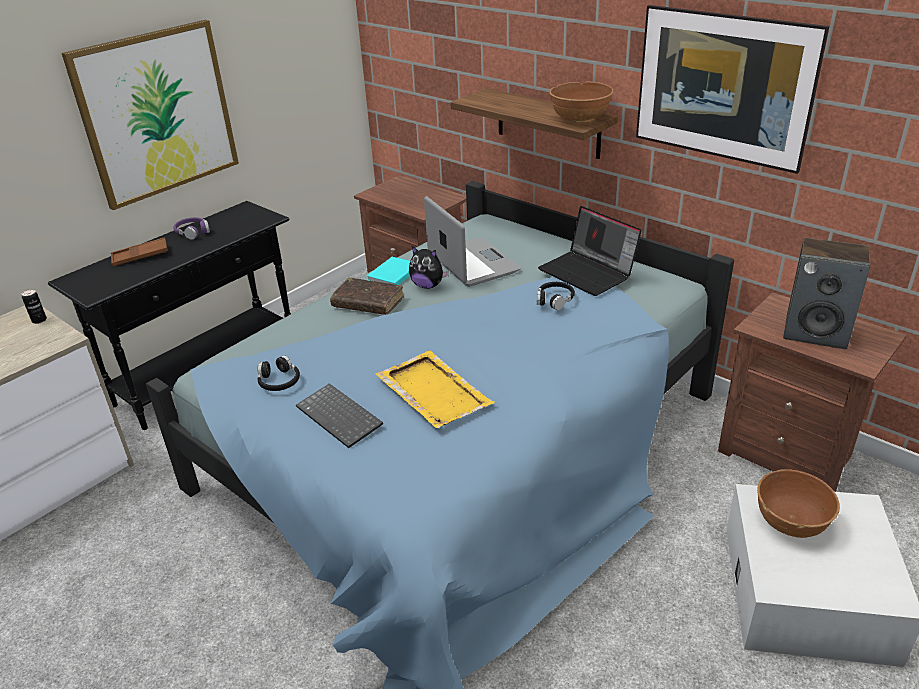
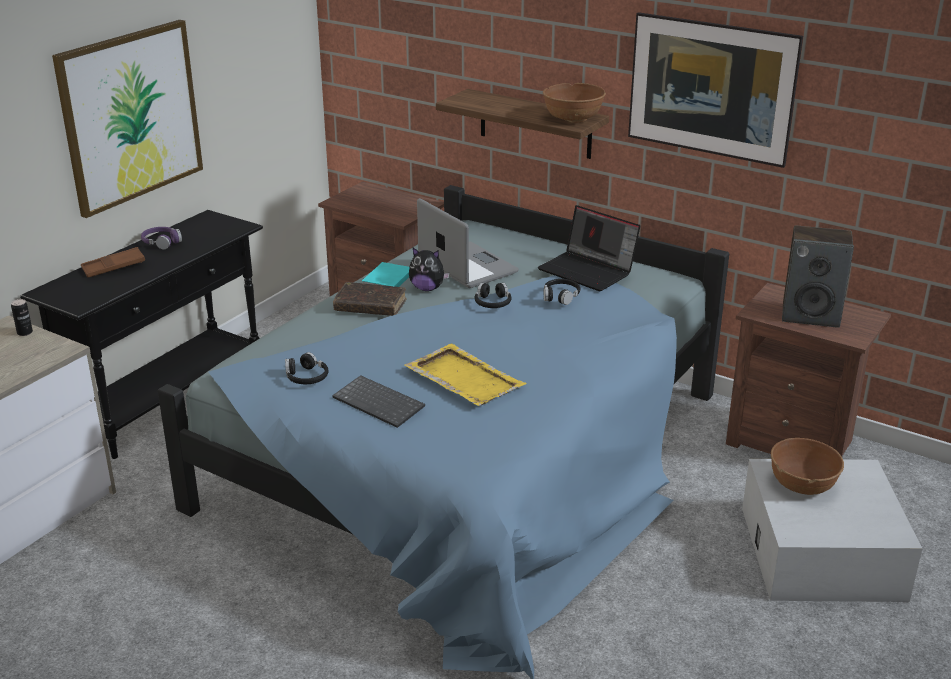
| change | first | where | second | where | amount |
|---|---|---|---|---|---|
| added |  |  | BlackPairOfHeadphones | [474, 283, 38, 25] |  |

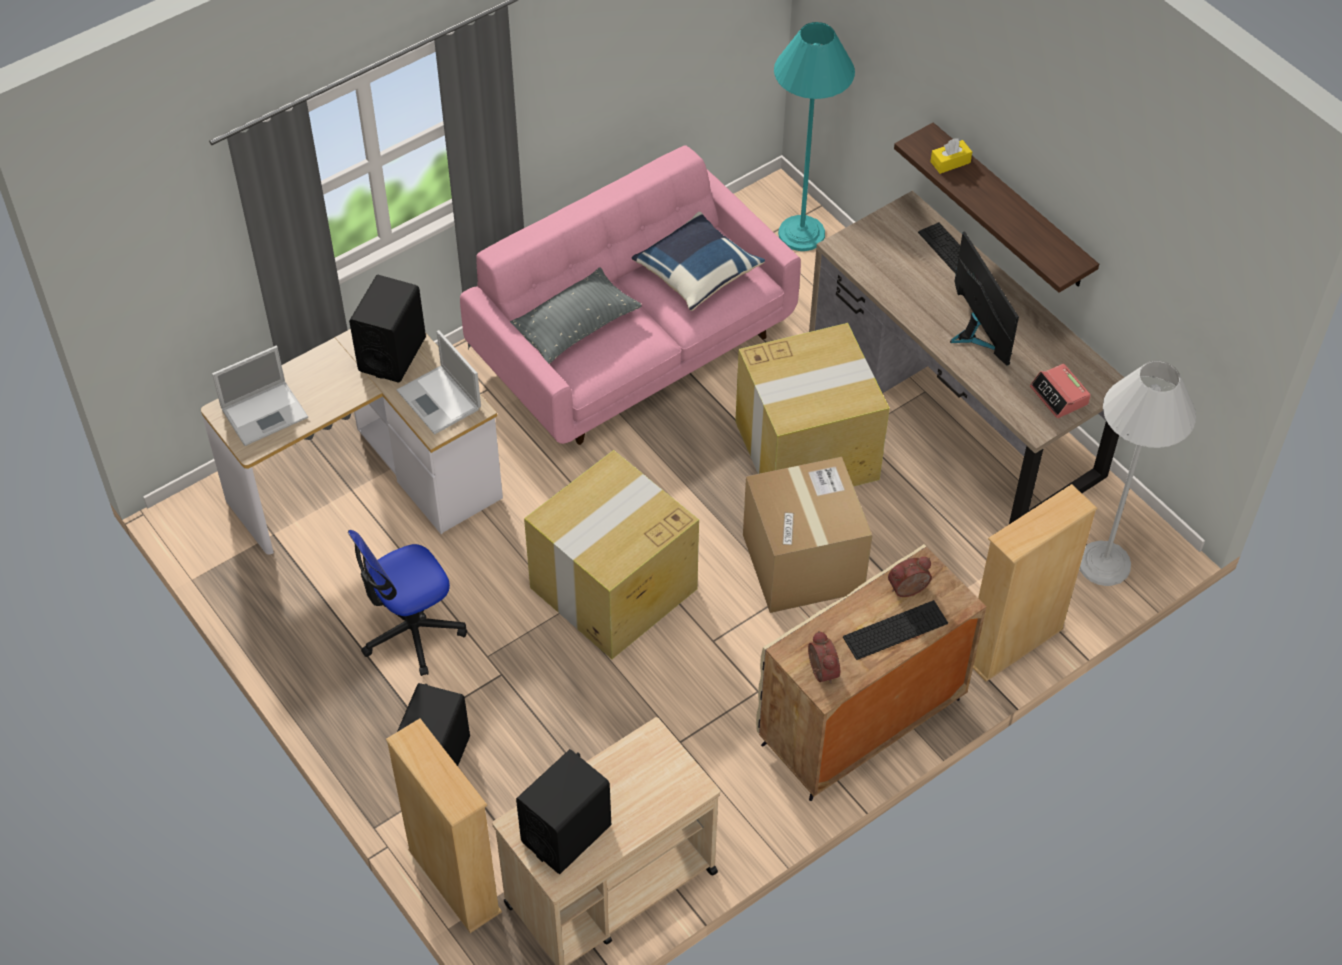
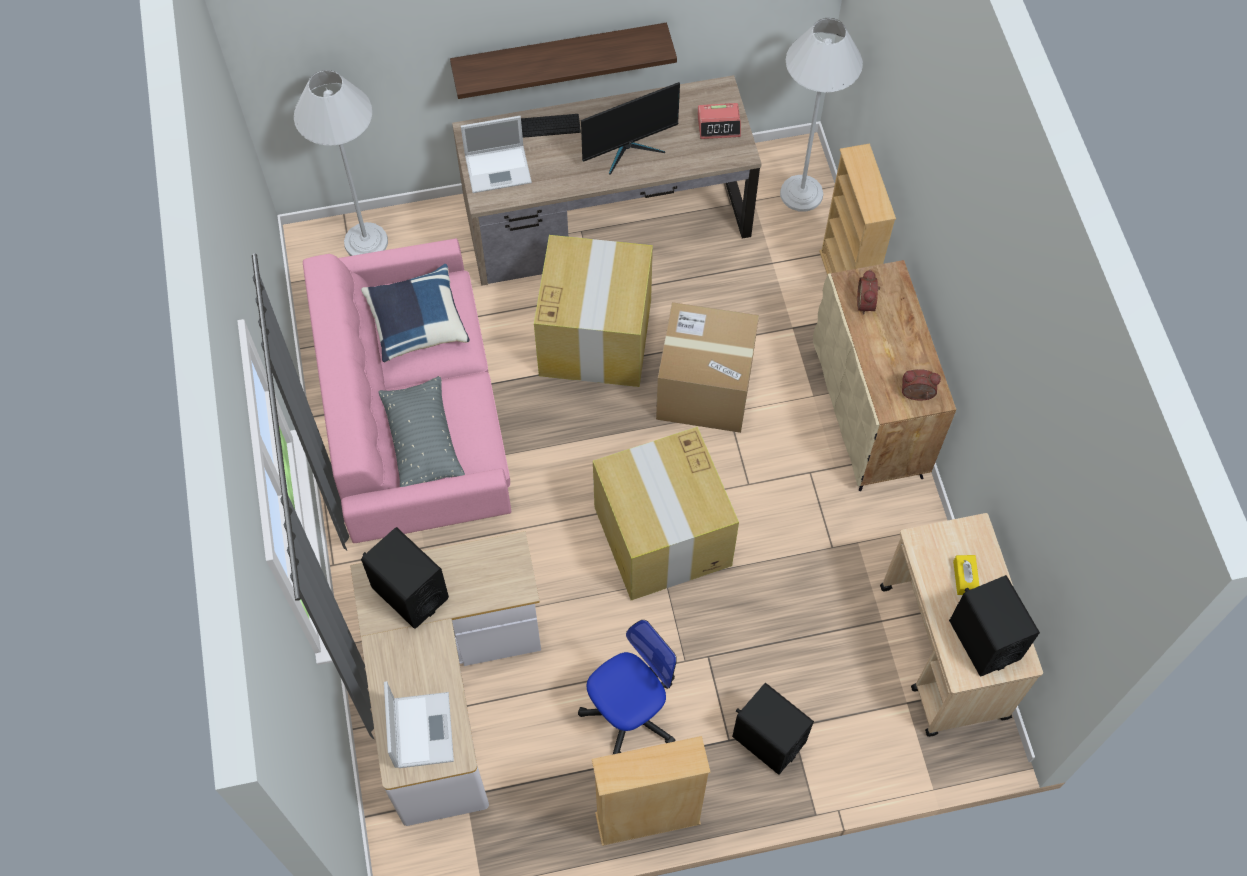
| change | first | where | second | where | amount |
|---|---|---|---|---|---|
| recoloured | TurquoiseStandingLamp | [774, 22, 81, 229] | WhiteColouredStandingLamp | [294, 70, 94, 186] |  |
| moved | NotebookComputer | [397, 330, 84, 104] |  | [461, 116, 71, 77] |  |
| turned | DeskChair | [348, 530, 119, 146] |  | [578, 620, 99, 134] | 120 degrees counterclockwise |
| turned | ComputerScreen | [950, 231, 69, 135] |  | [581, 82, 99, 93] | 150 degrees clockwise |
| moved | BeigeBookshelf | [386, 718, 116, 215] |  | [592, 736, 119, 110] |  |
| moved | YellowishTissueBox | [930, 138, 42, 36] |  | [953, 555, 26, 40] |  |
| removed | ComputerKeyboard | [843, 600, 105, 60] |  |  |  |

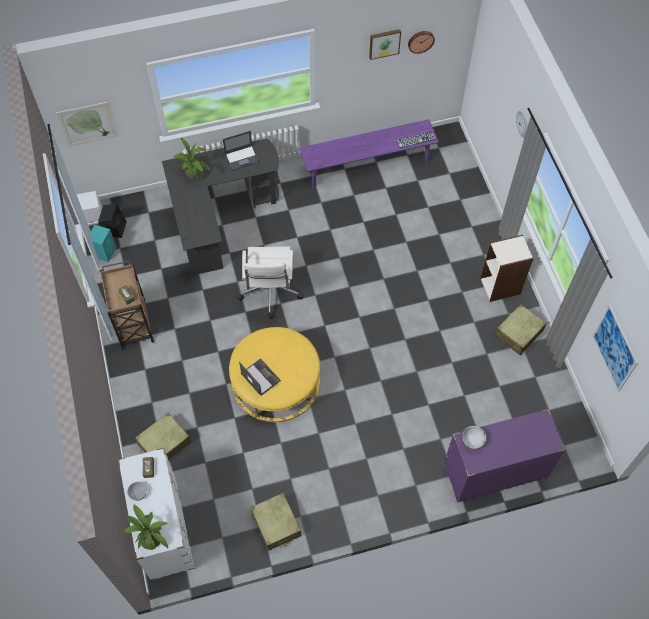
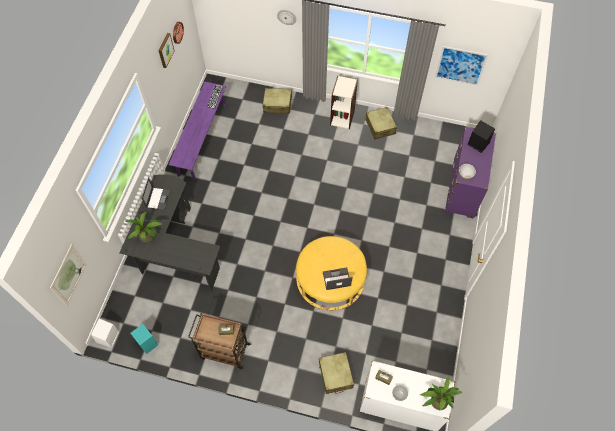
| change | first | where | second | where | amount |
|---|---|---|---|---|---|
| moved | BeigeSuitcase | [250, 493, 52, 58] |  | [263, 88, 30, 26] |  |
| moved | BlackLoudspeaker | [98, 203, 29, 35] |  | [467, 120, 28, 33] |  |
| removed | WhiteColouredDeskChair | [238, 246, 65, 73] |  |  |  |

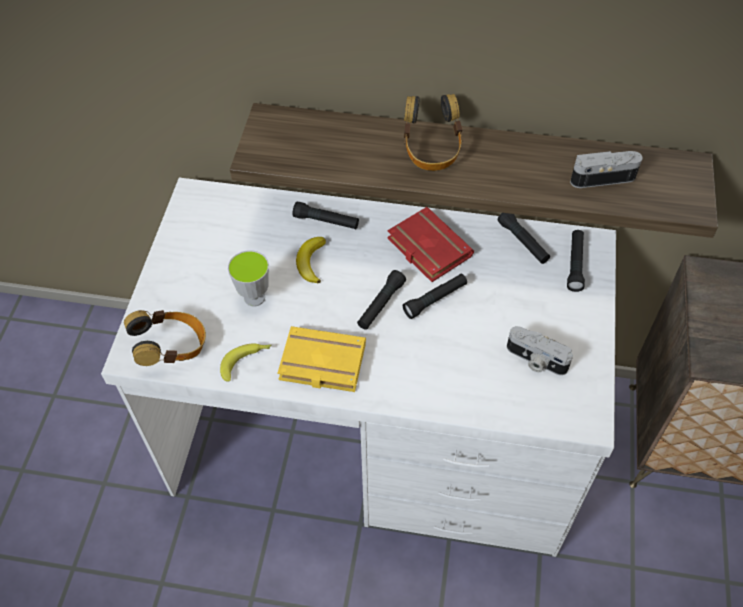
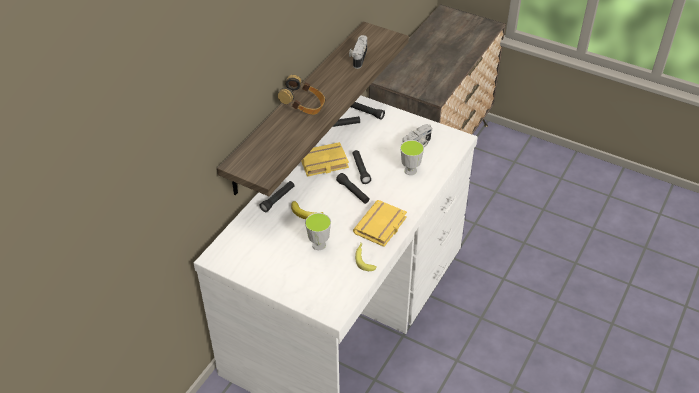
| change | first | where | second | where | amount |
|---|---|---|---|---|---|
| recoloured | ReddishBook | [387, 207, 87, 75] | YellowishBook | [301, 142, 48, 35] |  |
| added |  |  | DrinkingCup | [400, 140, 24, 35] |  |
| removed | PairOfHeadphones | [124, 310, 82, 56] |  |  |  |

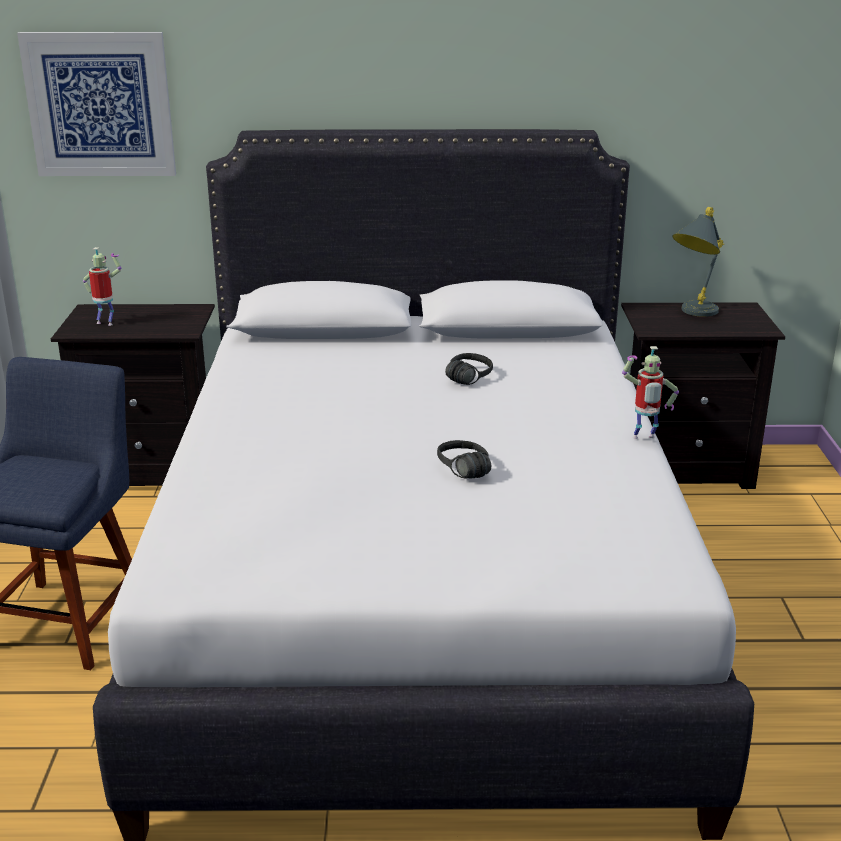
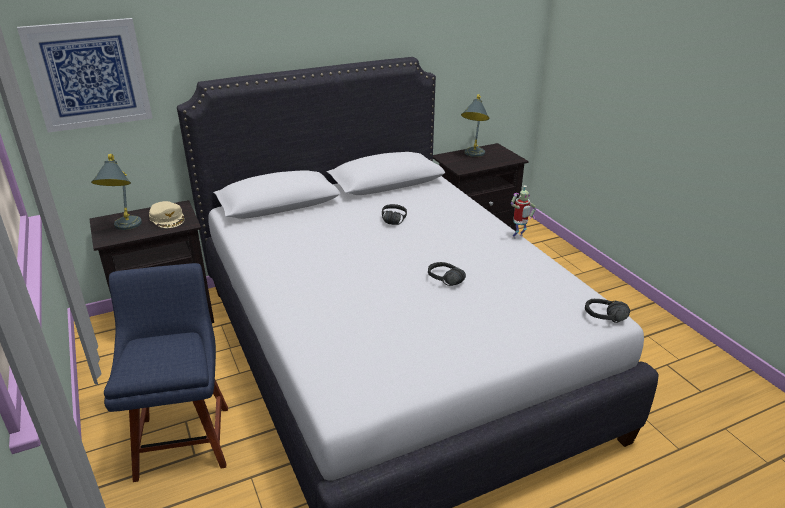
| change | first | where | second | where | amount |
|---|---|---|---|---|---|
| replaced | RobotFigure | [83, 247, 38, 79] | GreyishTabletopLamp | [91, 154, 51, 76] |  |
| added |  |  | BeigePeakedCap | [149, 201, 35, 27] |  |
| added |  |  | BlackPairOfHeadphones | [585, 299, 45, 24] |  |

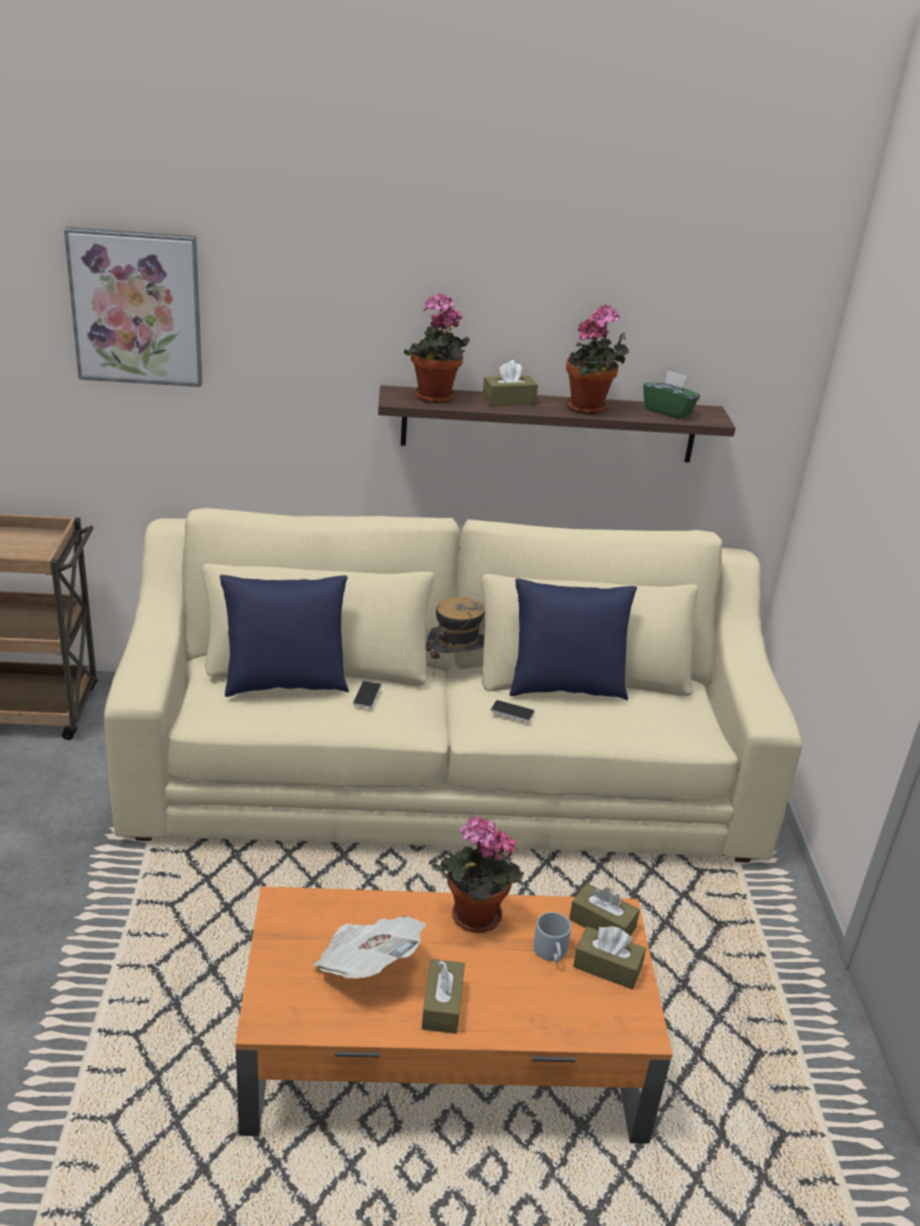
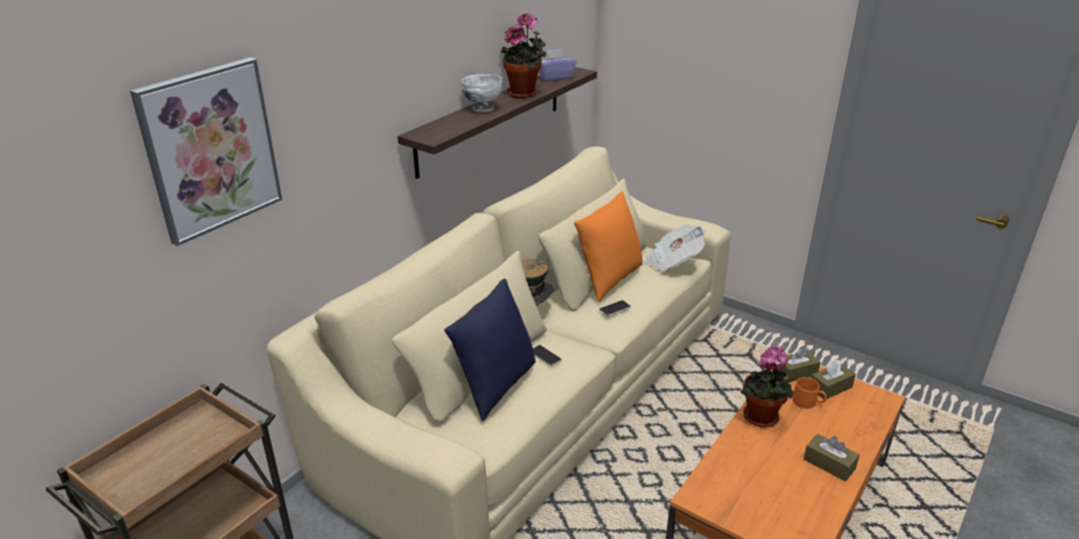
| change | first | where | second | where | amount |
|---|---|---|---|---|---|
| replaced | BrownishTissueBox | [482, 360, 56, 46] | WhiteColouredDeepDish | [462, 74, 40, 39] |  |
| recoloured | GreenTissueBox | [643, 370, 57, 49] | PurpleColouredTissueBox | [539, 49, 37, 32] |  |
| recoloured | BlueCushion | [509, 578, 128, 122] | OrangeCushion | [574, 192, 68, 110] |  |
| moved | PrintedPaper | [313, 916, 113, 63] |  | [643, 225, 63, 47] |  |
| recoloured | GreyishMug | [533, 912, 38, 51] | OrangeMug | [793, 377, 34, 32] |  |
| removed | Houseplant | [404, 293, 66, 110] |  |  |  |

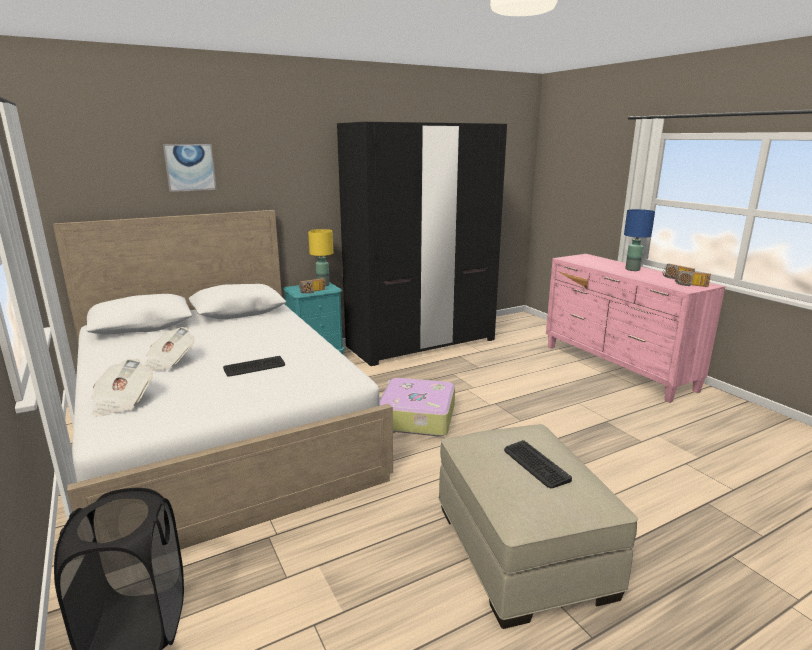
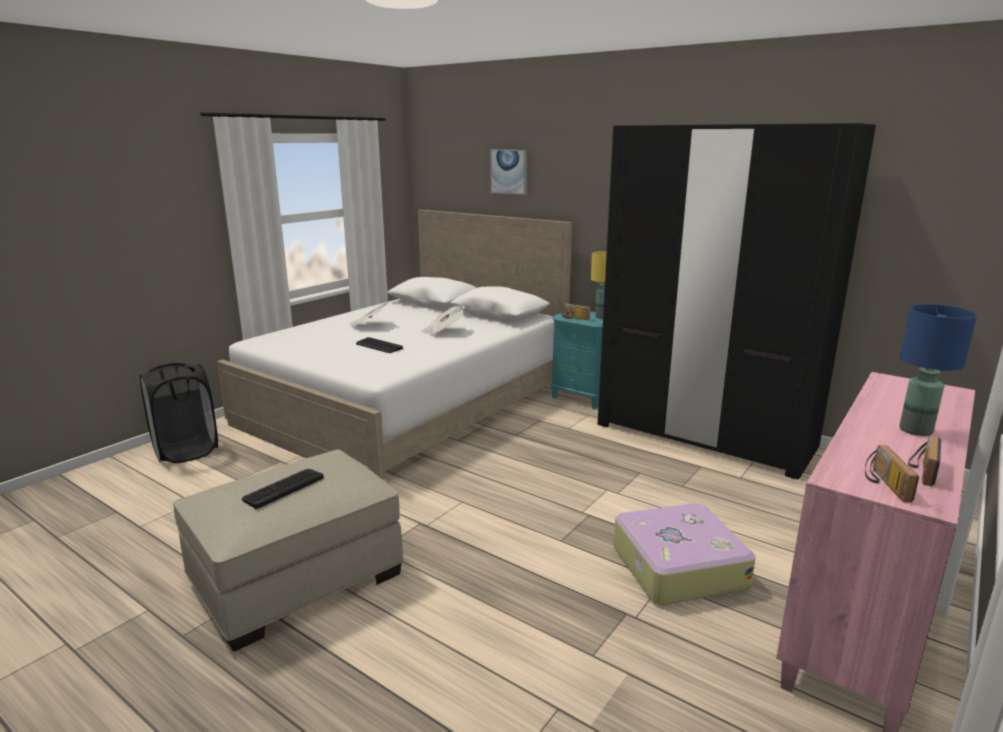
| change | first | where | second | where | amount |
|---|---|---|---|---|---|
| moved | PrintedPaper | [91, 359, 62, 57] |  | [421, 305, 44, 30] |  |
| moved | Suitcase | [379, 378, 76, 58] |  | [613, 503, 142, 102] |  |

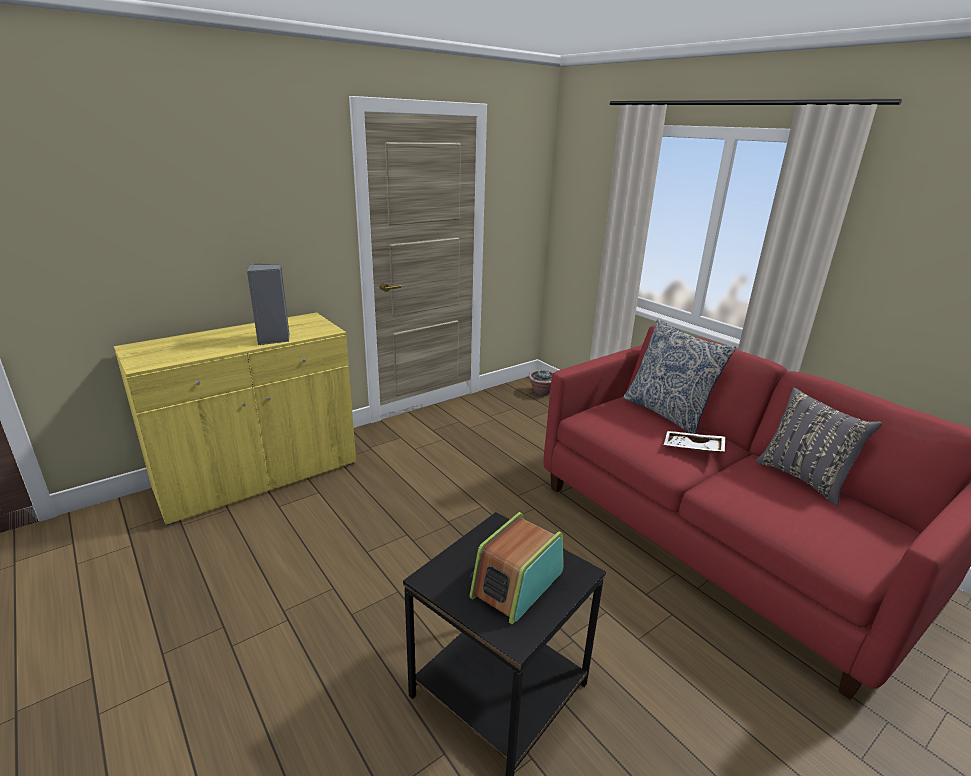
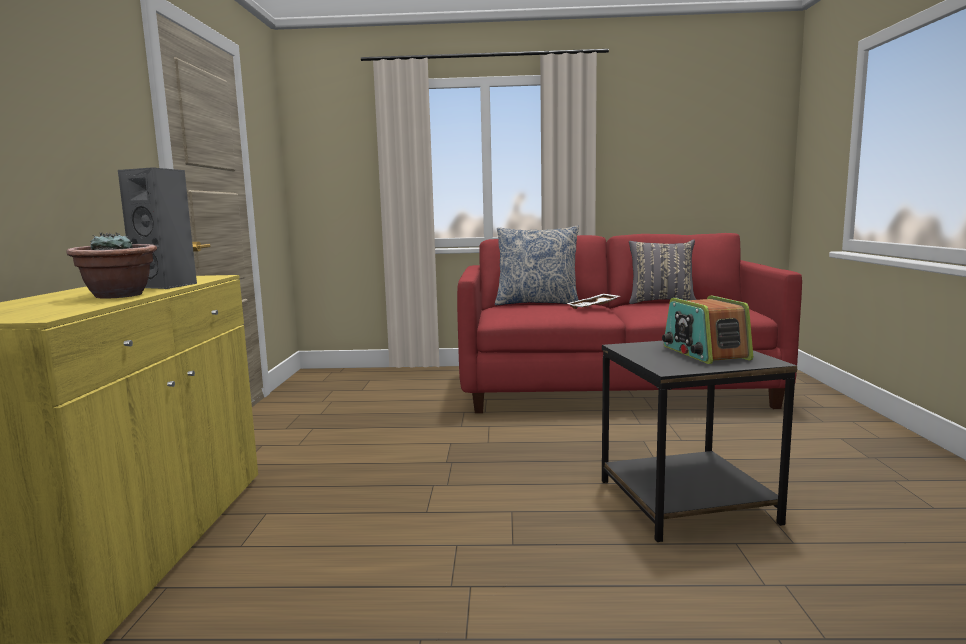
| change | first | where | second | where | amount |
|---|---|---|---|---|---|
| moved | Houseplant | [529, 370, 25, 26] |  | [66, 232, 91, 67] |  |

